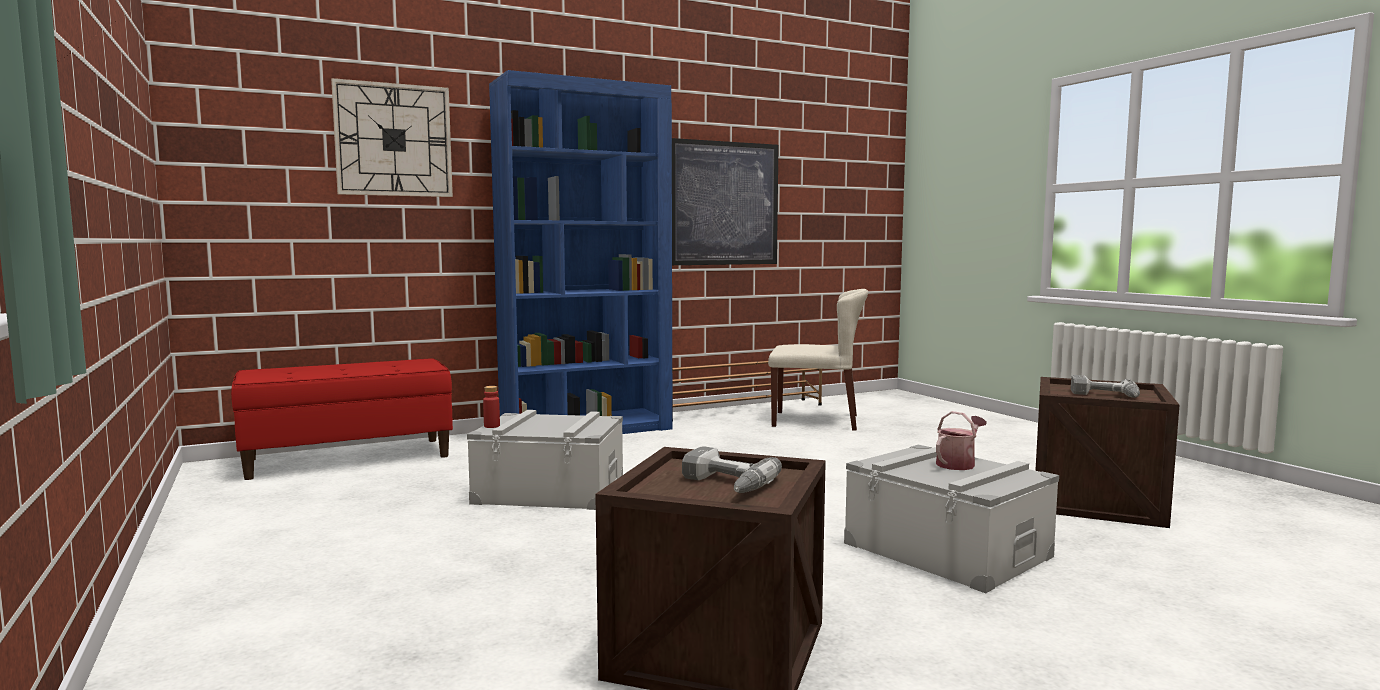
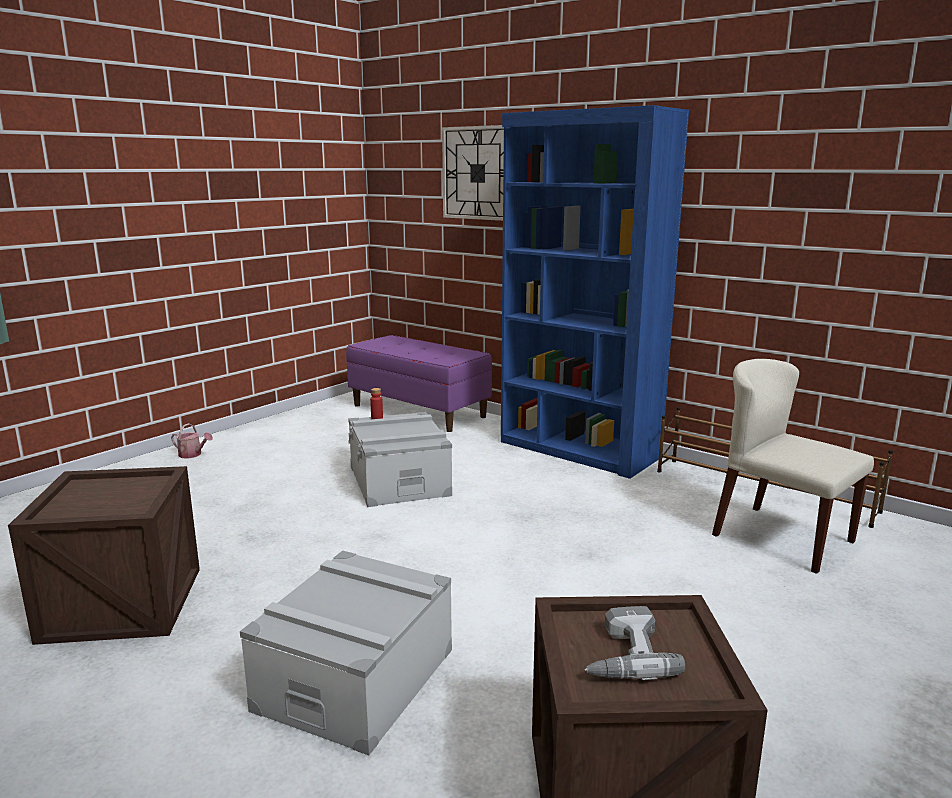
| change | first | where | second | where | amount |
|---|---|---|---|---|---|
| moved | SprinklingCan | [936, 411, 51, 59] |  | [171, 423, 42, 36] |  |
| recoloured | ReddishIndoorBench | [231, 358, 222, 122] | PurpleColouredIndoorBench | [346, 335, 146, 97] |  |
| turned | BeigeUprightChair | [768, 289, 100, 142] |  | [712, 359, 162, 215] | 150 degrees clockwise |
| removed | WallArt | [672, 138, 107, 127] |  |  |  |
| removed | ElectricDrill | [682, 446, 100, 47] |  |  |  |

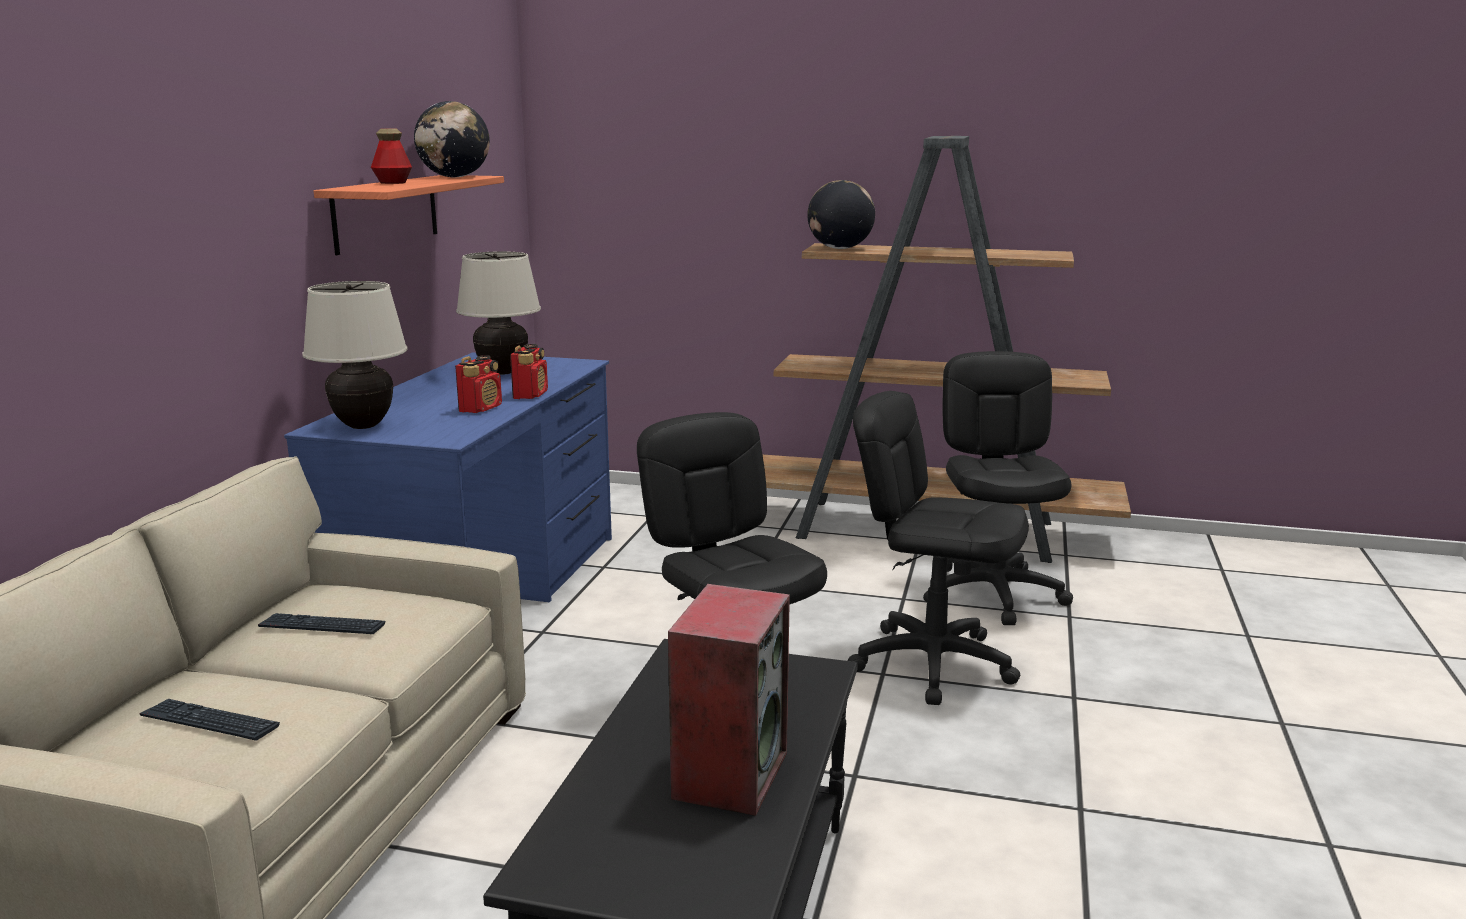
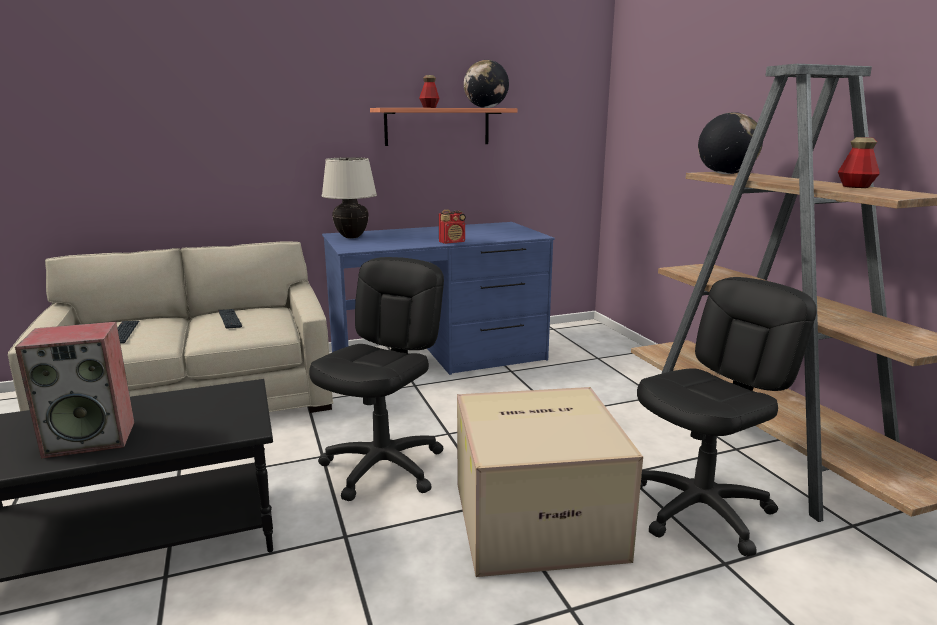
| change | first | where | second | where | amount |
|---|---|---|---|---|---|
| replaced | BlackDeskChair | [848, 391, 181, 314] | CardboardBox | [457, 387, 186, 190] |  |
| added |  |  | DrinkBottle | [838, 137, 42, 51] |  |
| removed | Radio | [455, 355, 47, 58] |  |  |  |
| removed | BeigeTabletopLamp | [456, 251, 85, 124] |  |  |  |

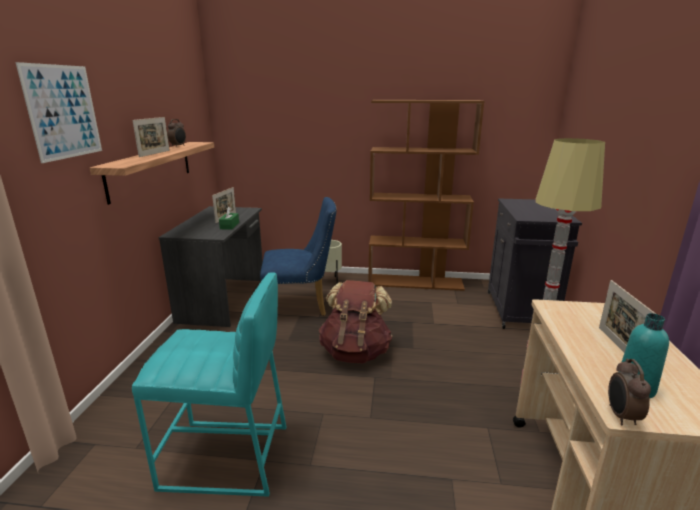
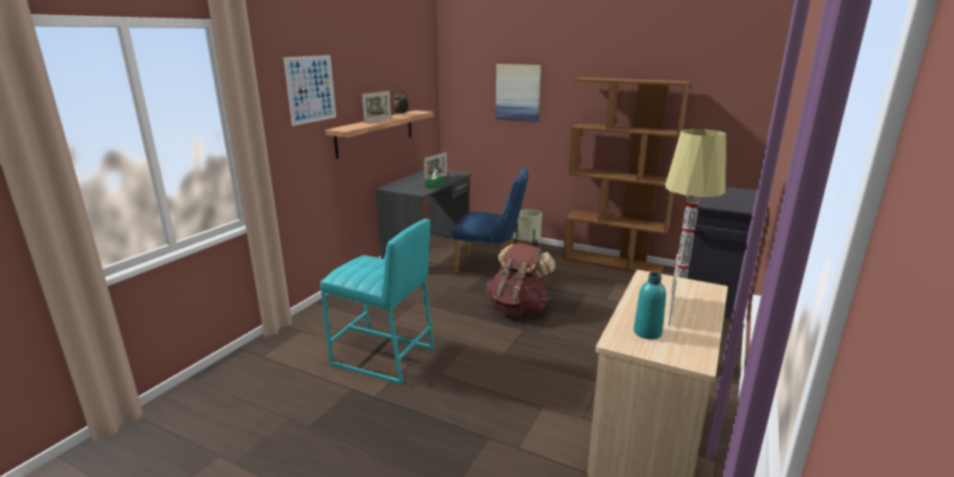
| change | first | where | second | where | amount |
|---|---|---|---|---|---|
| added |  |  | WallArt | [496, 64, 45, 58] |  |
| removed | TableClock | [608, 359, 43, 66] |  |  |  |

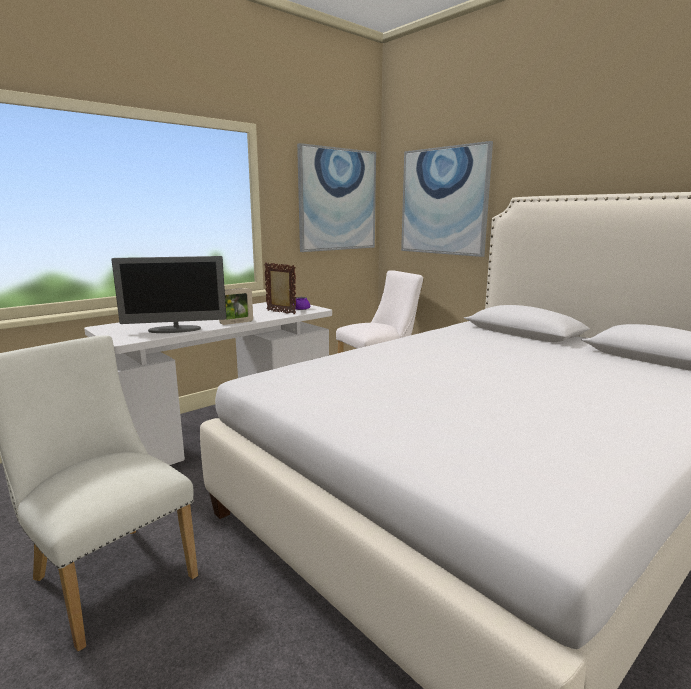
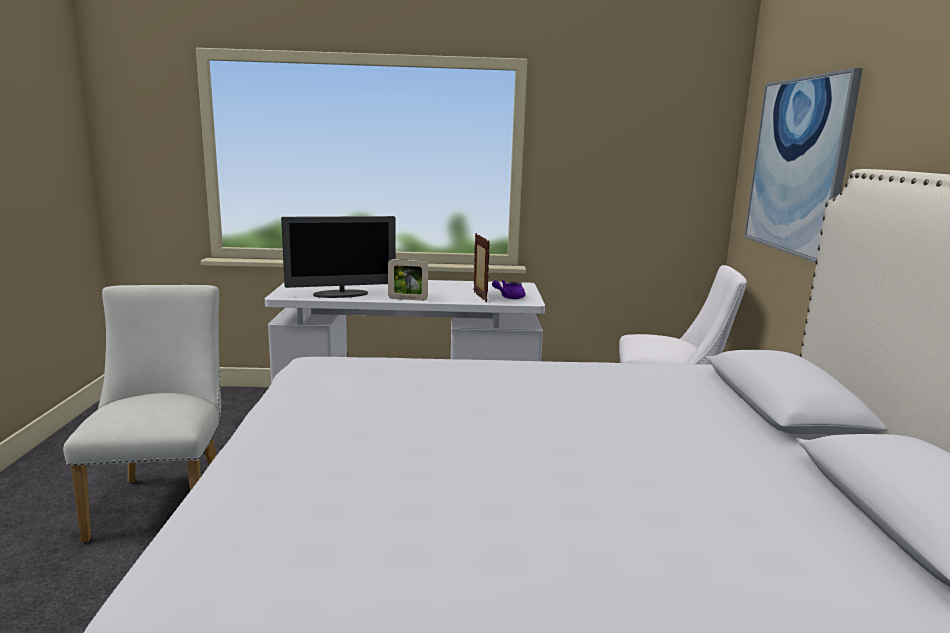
| change | first | where | second | where | amount |
|---|---|---|---|---|---|
| turned | ComputerScreen | [111, 256, 115, 77] |  | [281, 216, 115, 82] | 45 degrees counterclockwise |
| removed | WallArt | [297, 143, 79, 109] |  |  |  |

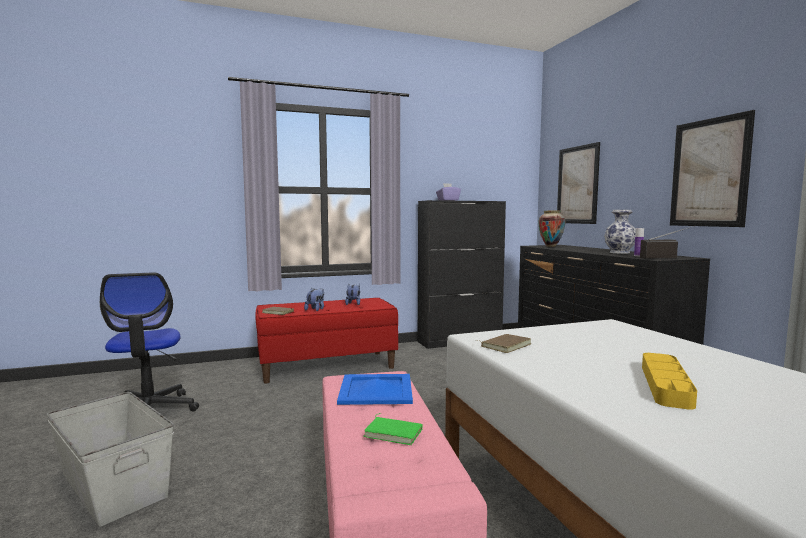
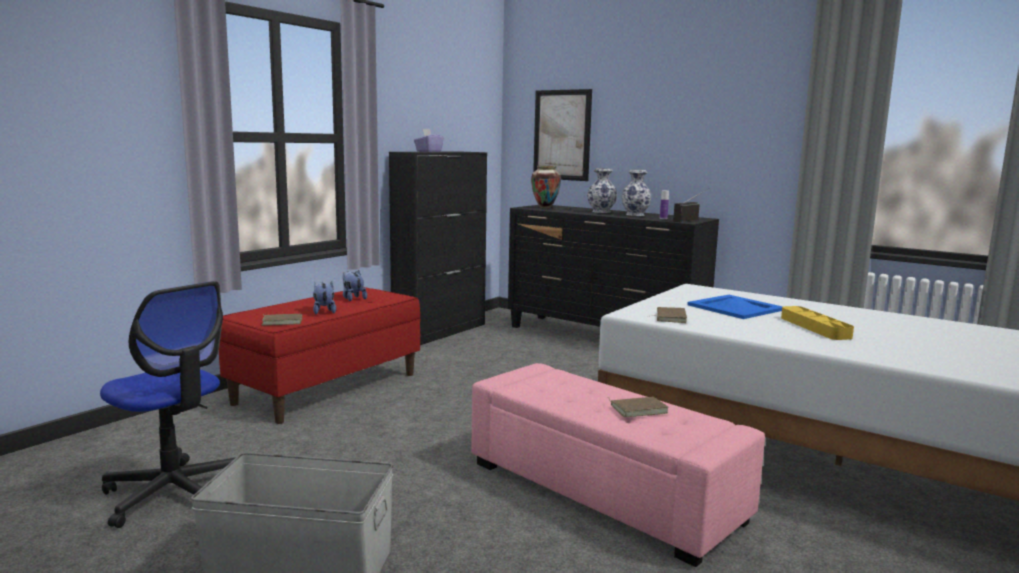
| change | first | where | second | where | amount |
|---|---|---|---|---|---|
| added |  |  | FlowerVase | [587, 168, 30, 45] |  |
| recoloured | GreenBook | [364, 413, 59, 32] | BrownishBook | [607, 397, 62, 20] |  |
| moved | BlueCarryingTray | [337, 374, 76, 31] |  | [687, 295, 96, 24] |  |
| removed | WallArt | [670, 110, 85, 117] |  |  |  |

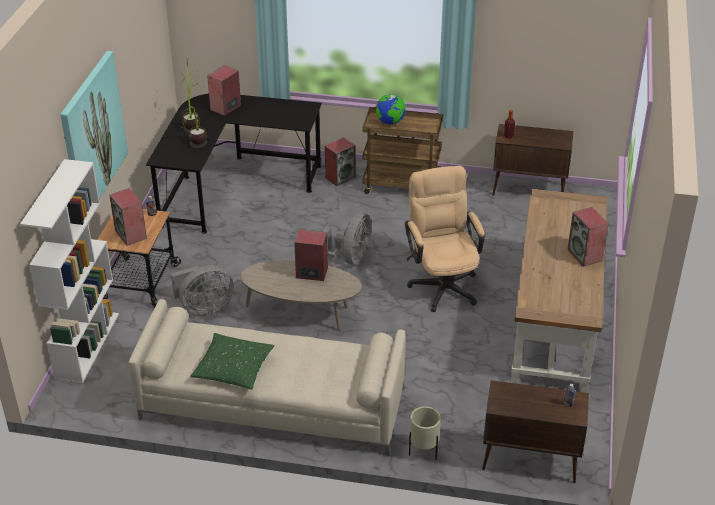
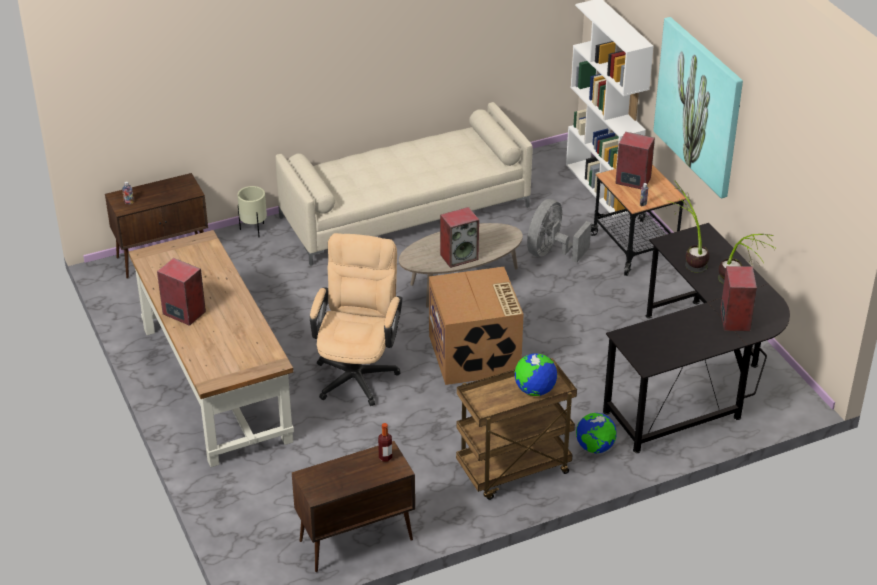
| change | first | where | second | where | amount |
|---|---|---|---|---|---|
| turned | BeigeDeskChair | [405, 166, 80, 146] |  | [310, 233, 92, 173] | 120 degrees counterclockwise |
| replaced | GreyishFan | [323, 212, 48, 52] | CardboardBox | [429, 267, 95, 118] |  |
| replaced | Loudspeaker | [325, 137, 31, 49] | Globe | [576, 413, 41, 40] |  |
| removed | GreenCushion | [190, 333, 84, 56] |  |  |  |

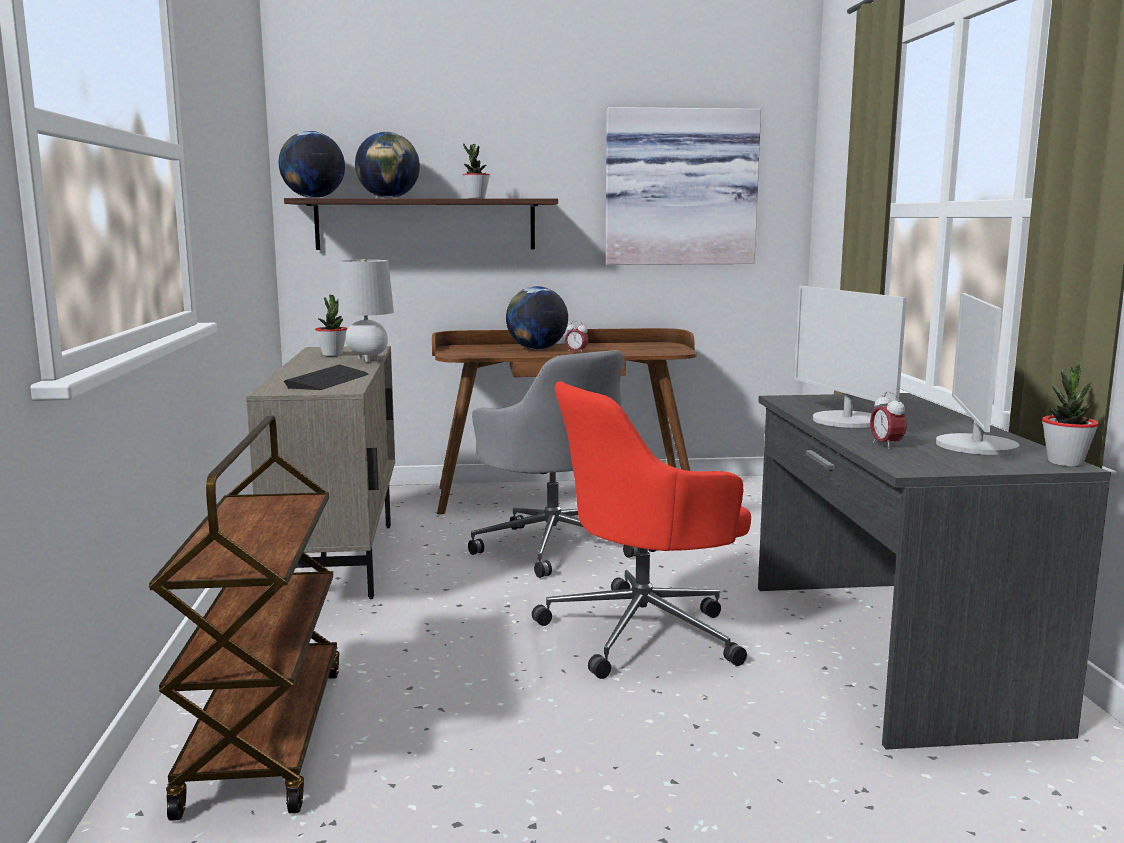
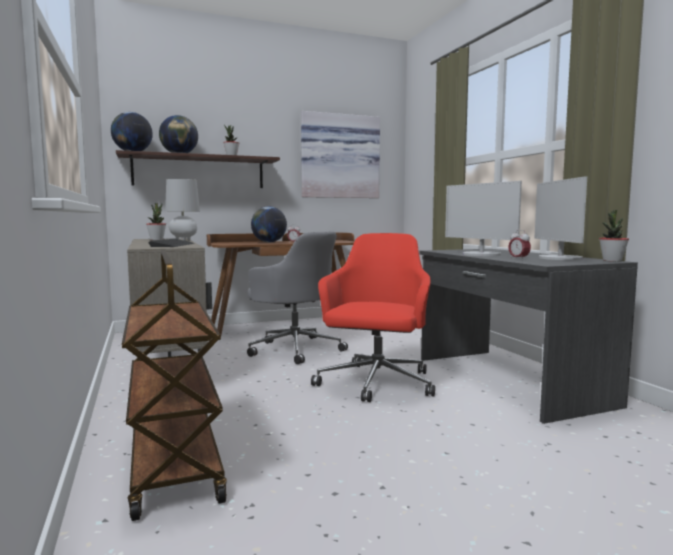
| change | first | where | second | where | amount |
|---|---|---|---|---|---|
| turned | ReddishDeskChair | [532, 381, 219, 298] |  | [311, 233, 124, 169] | 150 degrees clockwise |

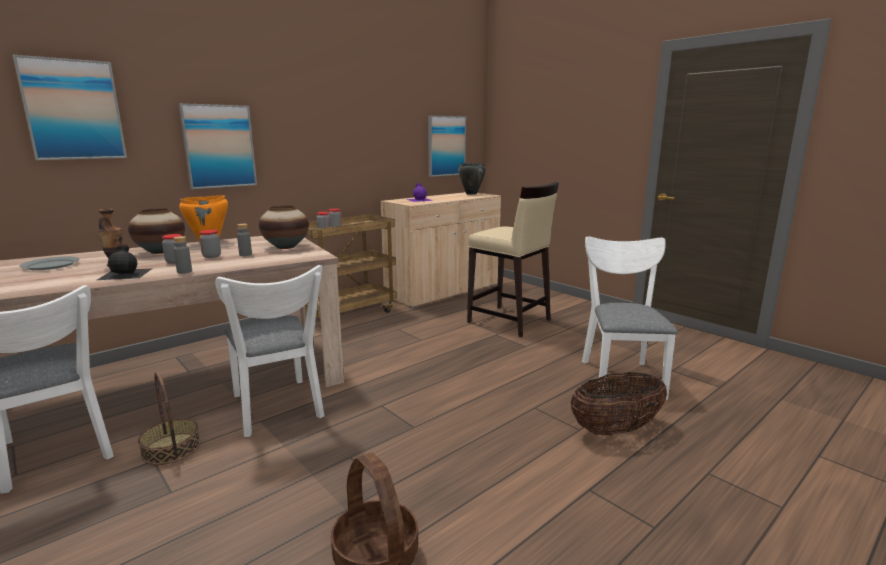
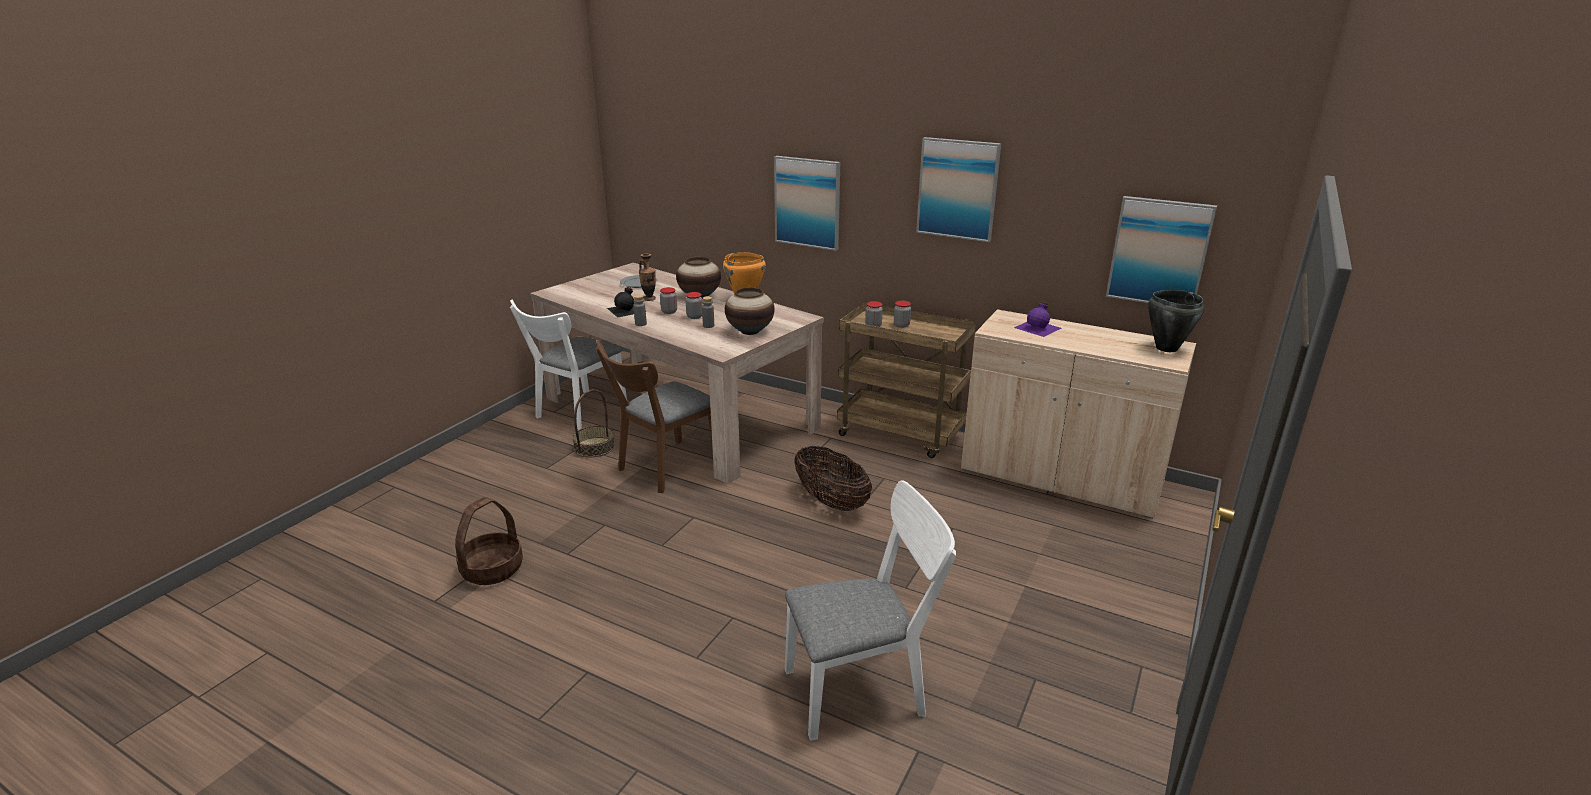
| change | first | where | second | where | amount |
|---|---|---|---|---|---|
| recoloured | WhiteColouredUprightChair | [215, 265, 109, 172] | BrownishUprightChair | [595, 340, 118, 153] |  |
| moved | HouseholdBasket | [571, 372, 96, 63] |  | [794, 446, 78, 65] |  |
| moved | WallArt | [12, 55, 115, 105] |  | [916, 137, 85, 105] |  |
| removed | BeigeStoolSeat | [467, 182, 92, 155] |  |  |  |

